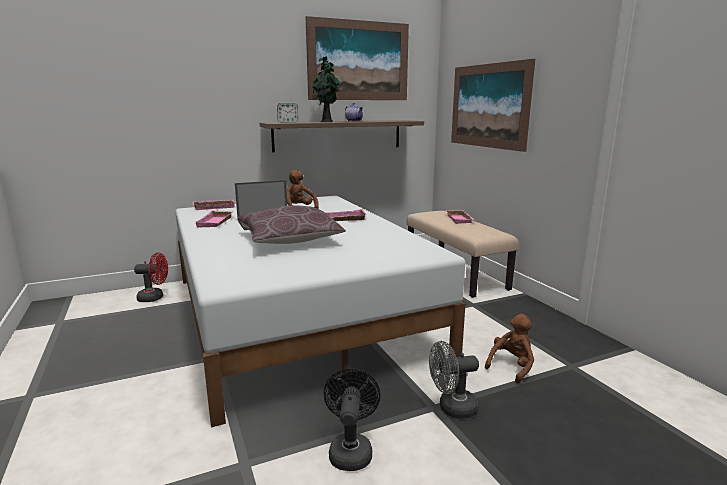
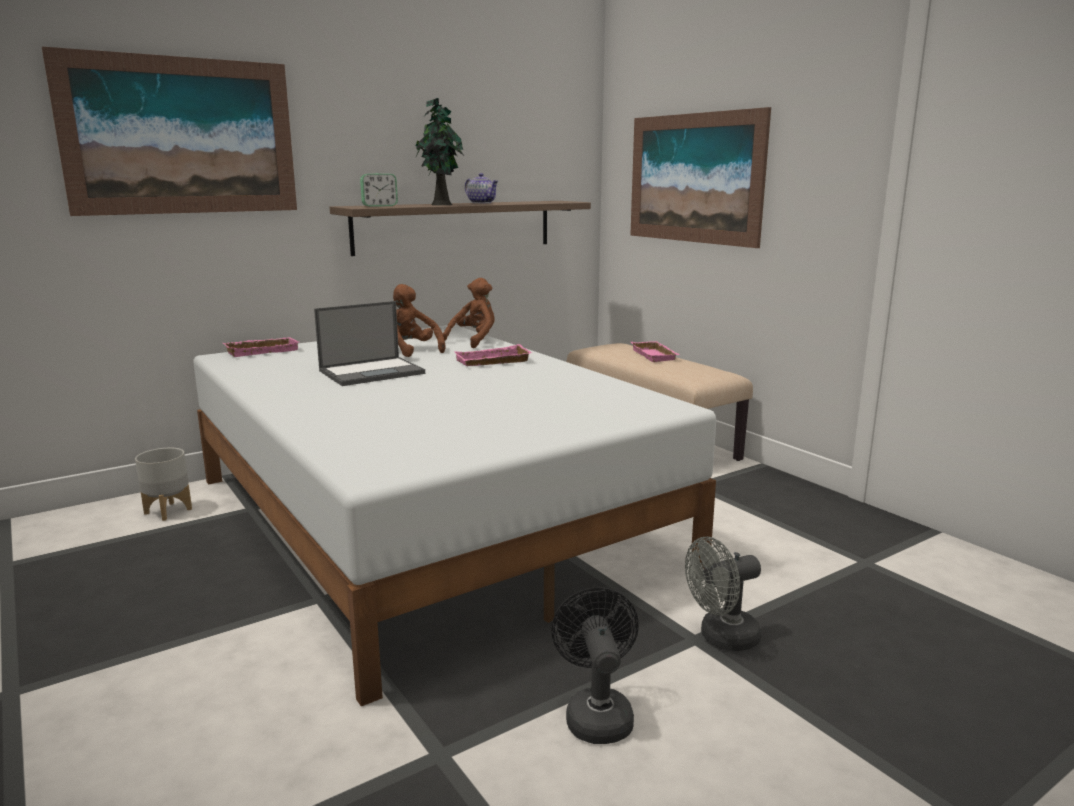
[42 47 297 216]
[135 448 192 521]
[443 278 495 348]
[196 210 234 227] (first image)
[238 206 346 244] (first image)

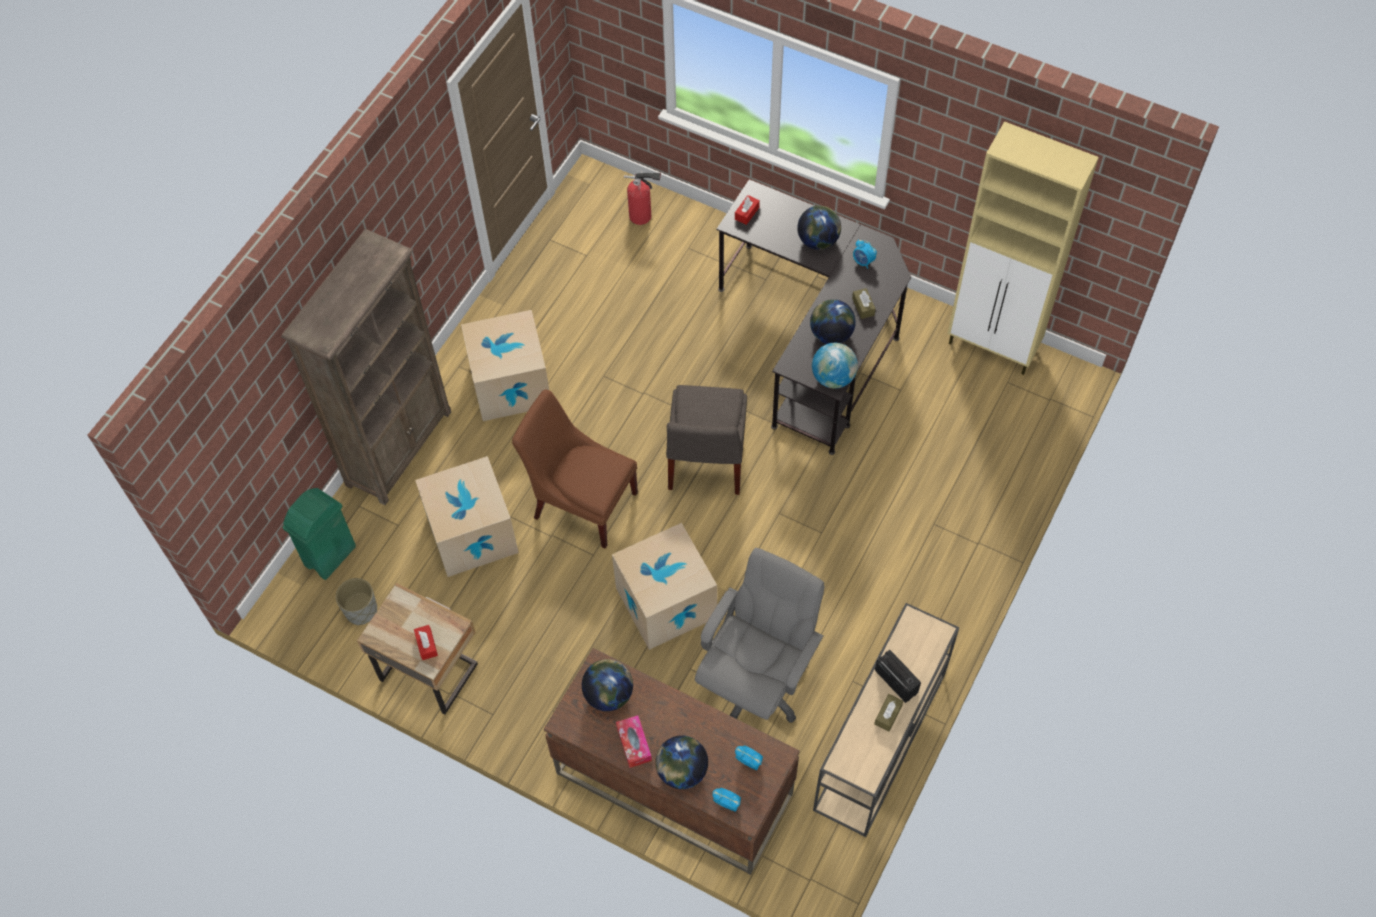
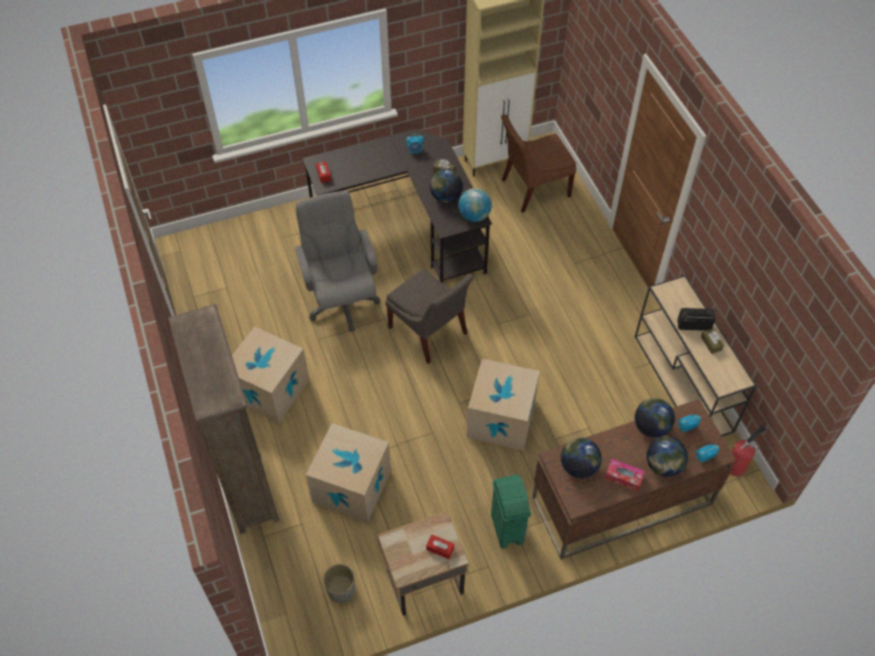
[294 191 380 332]
[491 475 531 549]
[501 114 576 213]
[635 398 675 438]
[730 425 767 476]

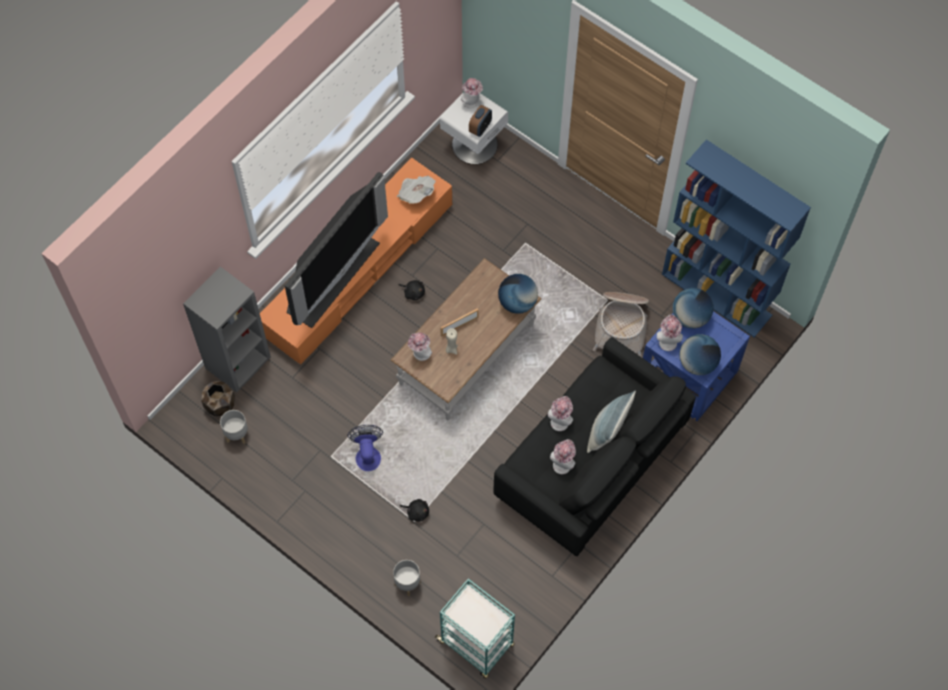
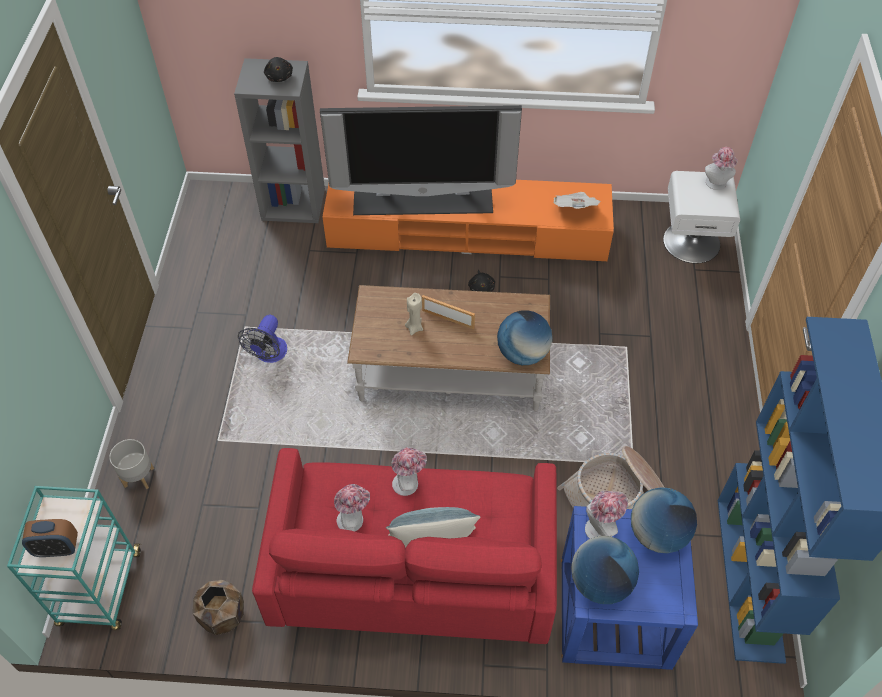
[22 519 78 557]
[193 580 244 635]
[238 315 287 363]
[252 448 557 644]
[264 57 293 82]
[220 410 248 444] (first image)
[408 332 432 361] (first image)

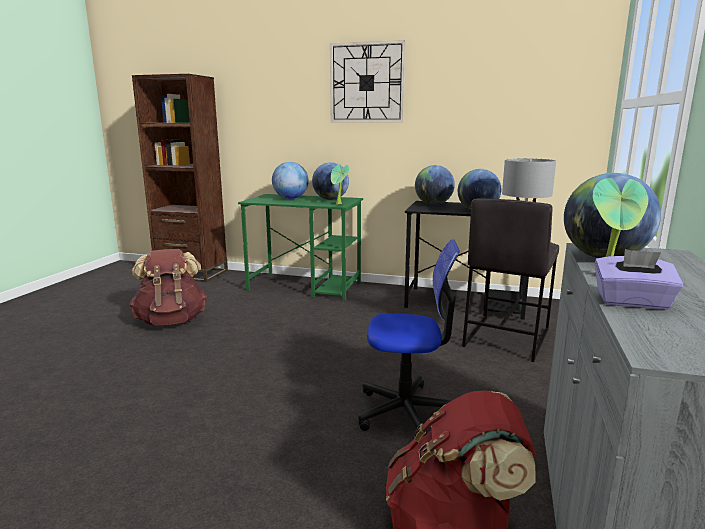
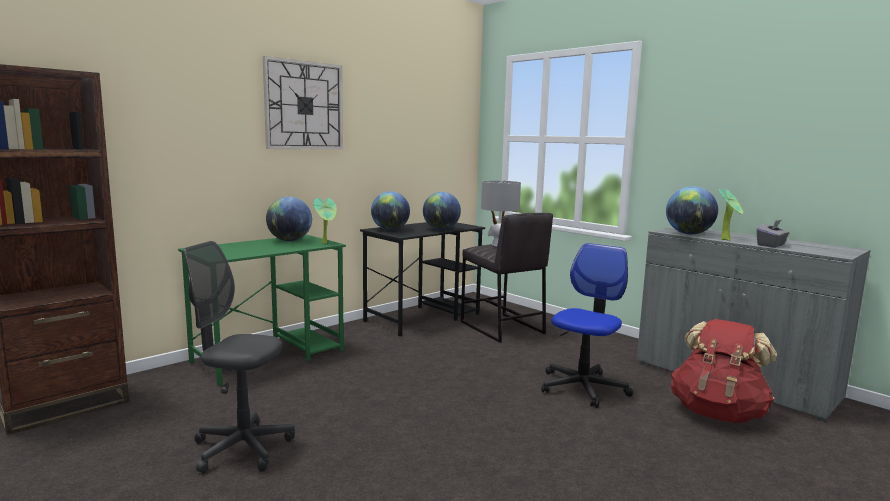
[184 241 295 474]
[757 220 789 248]
[272 162 309 199] (first image)

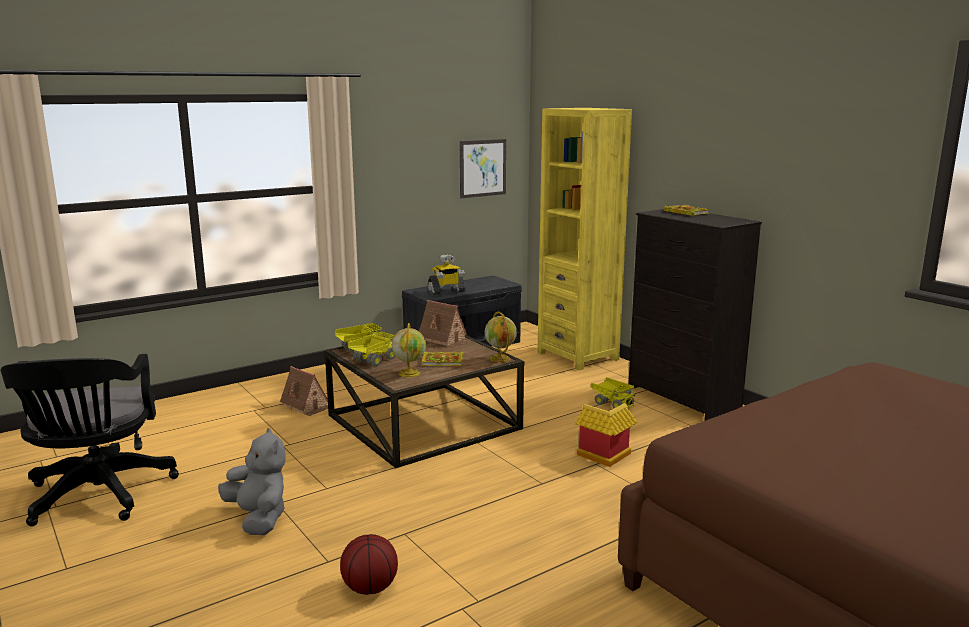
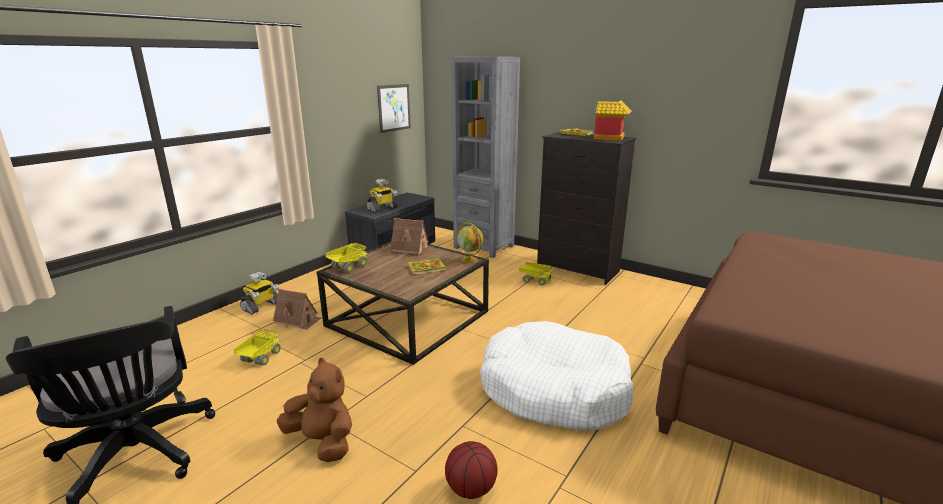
[234 329 281 365]
[240 272 279 314]
[276 358 352 462]
[451 57 520 258]
[480 321 633 431]
[594 100 632 141]
[392 323 426 377] (first image)

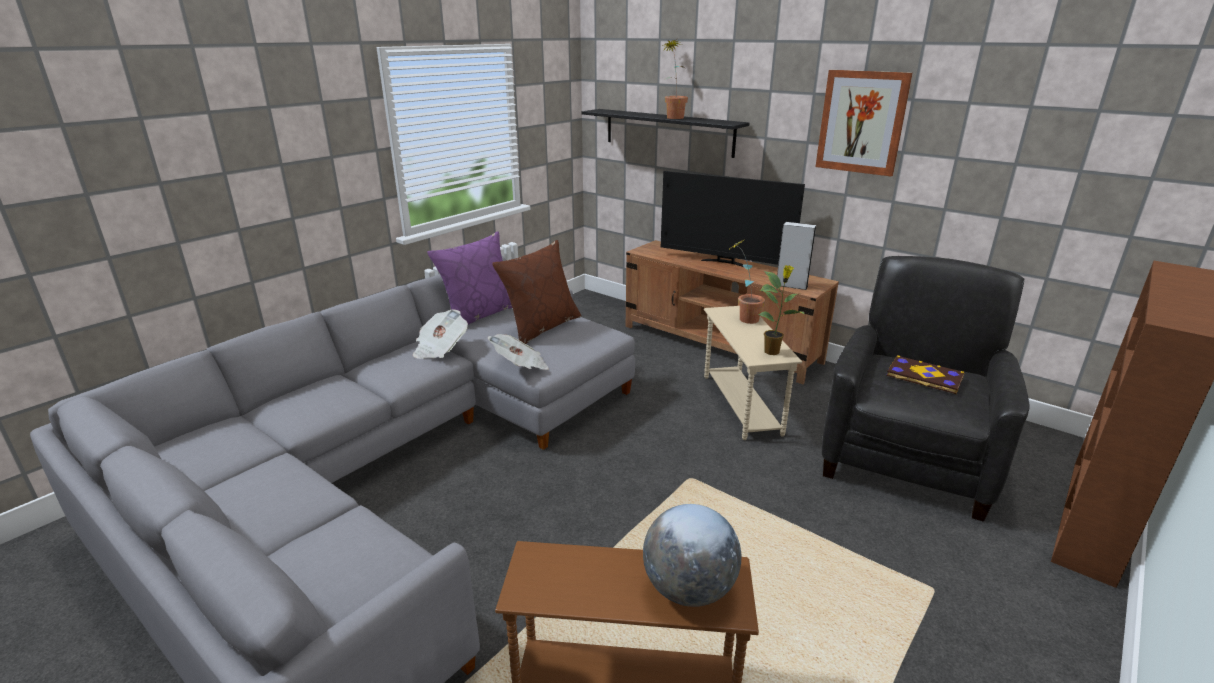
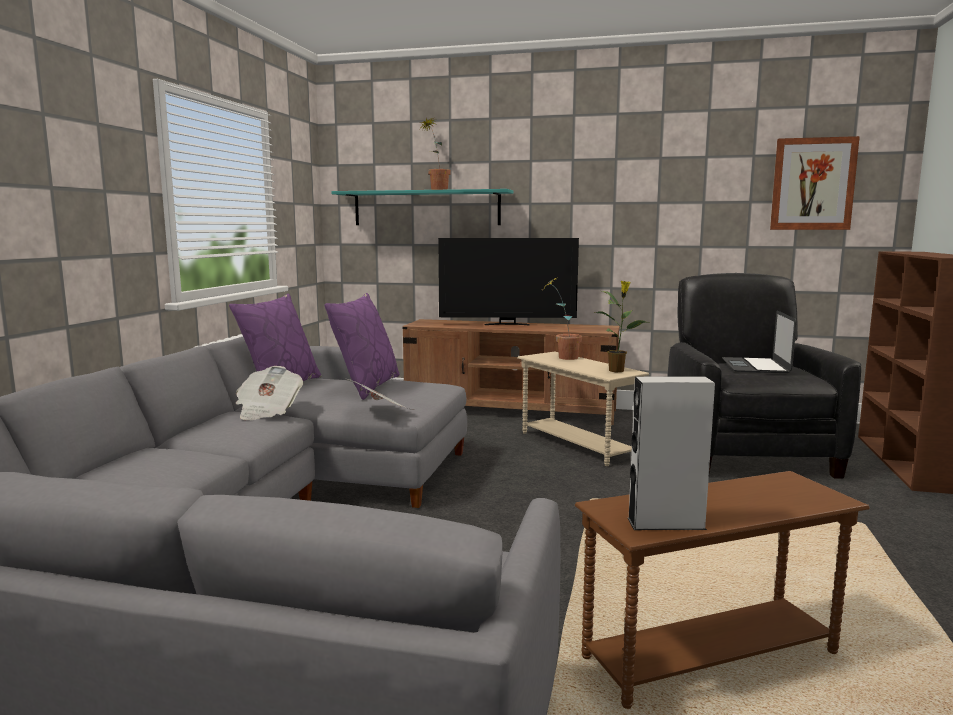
[325 293 400 400]
[332 189 513 225]
[628 376 715 530]
[722 310 797 373]
[770 136 860 230]
[643 504 741 607] (first image)

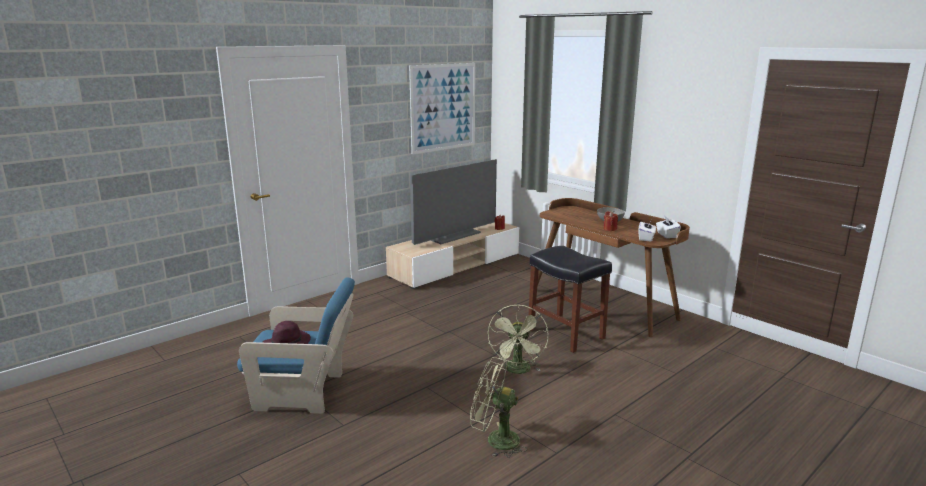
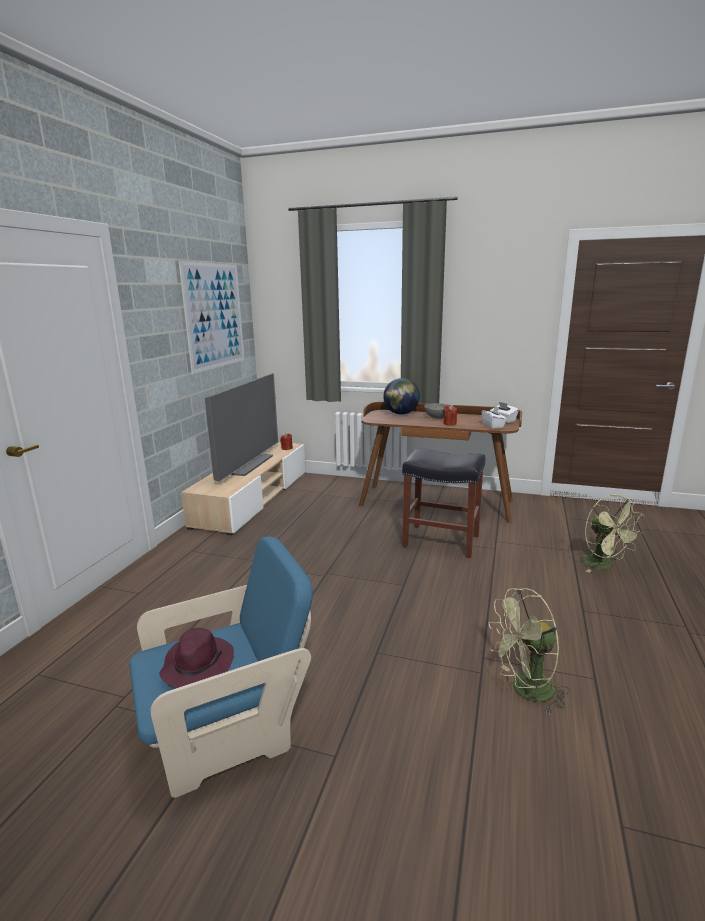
[383 378 420 415]
[582 494 644 573]

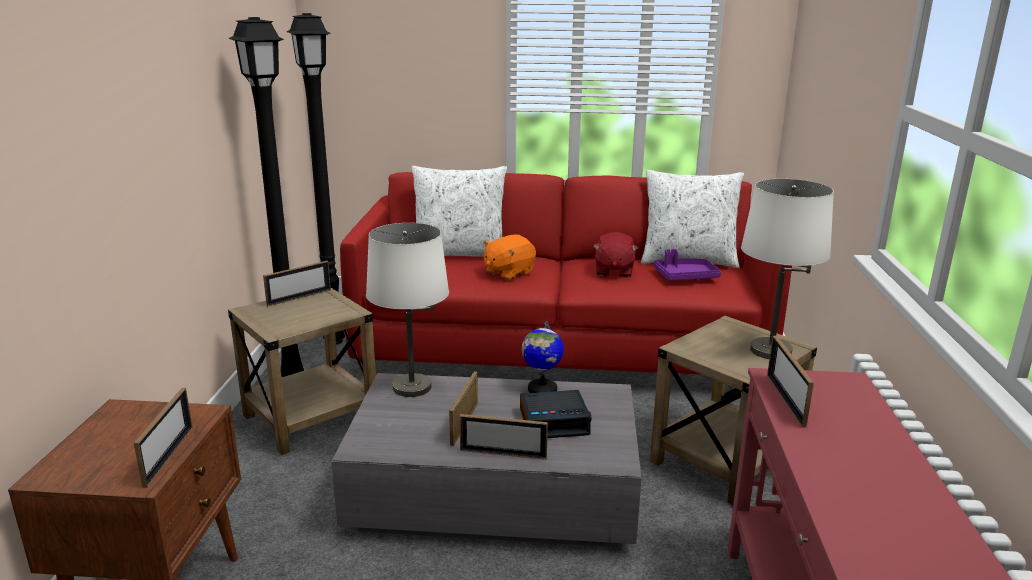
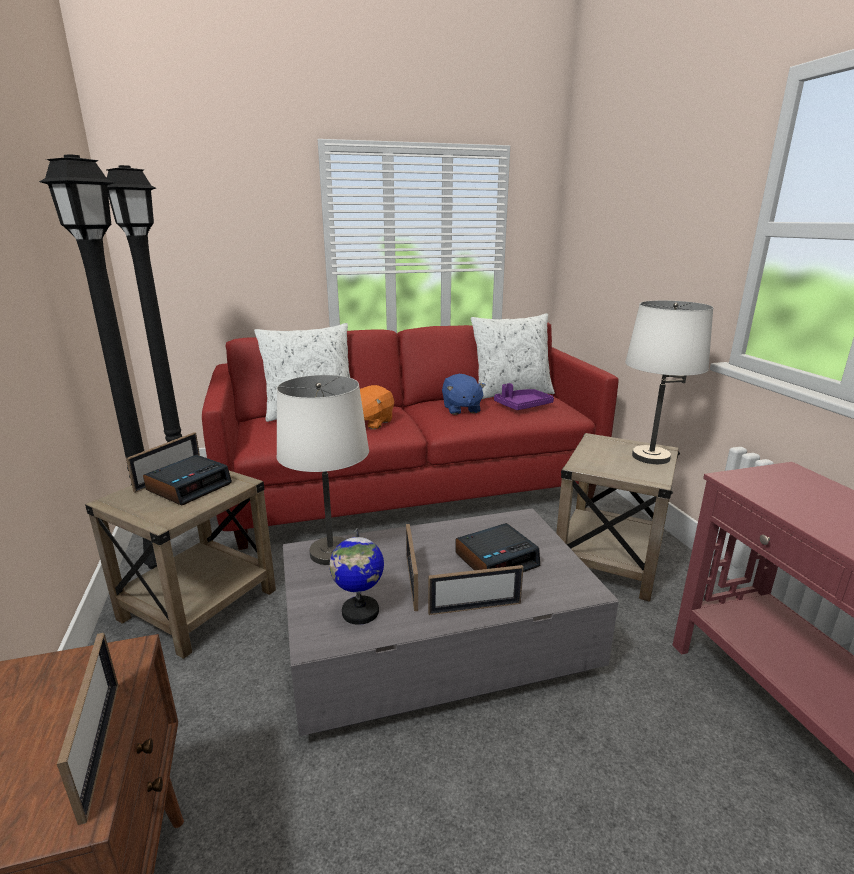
[143 455 232 506]
[330 528 384 625]
[442 374 485 415]
[767 335 814 428] (first image)

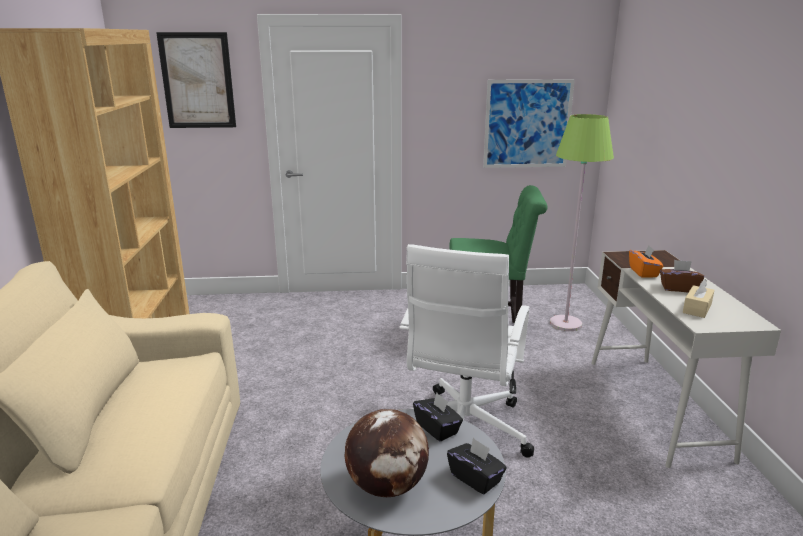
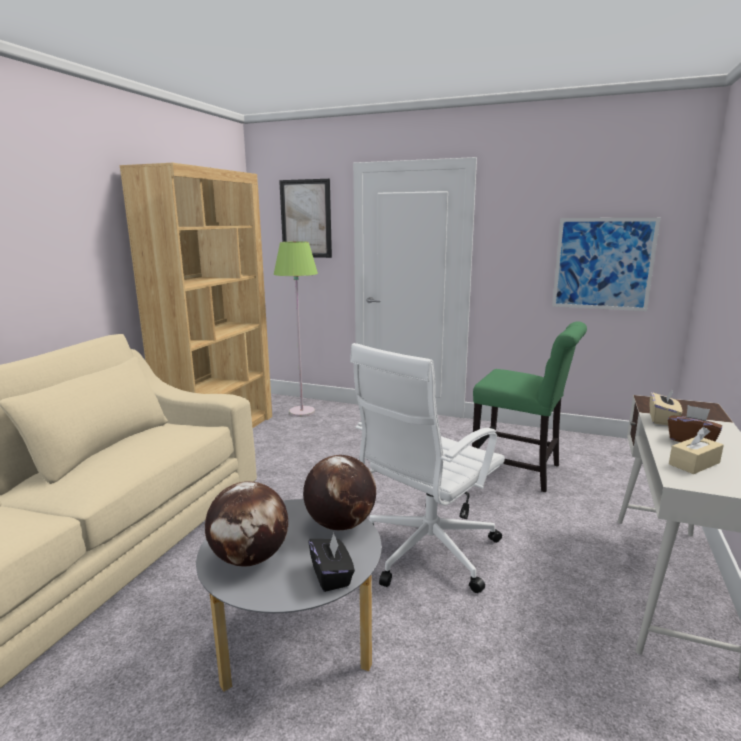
[274 241 318 417]
[303 455 376 530]
[650 390 682 425]

